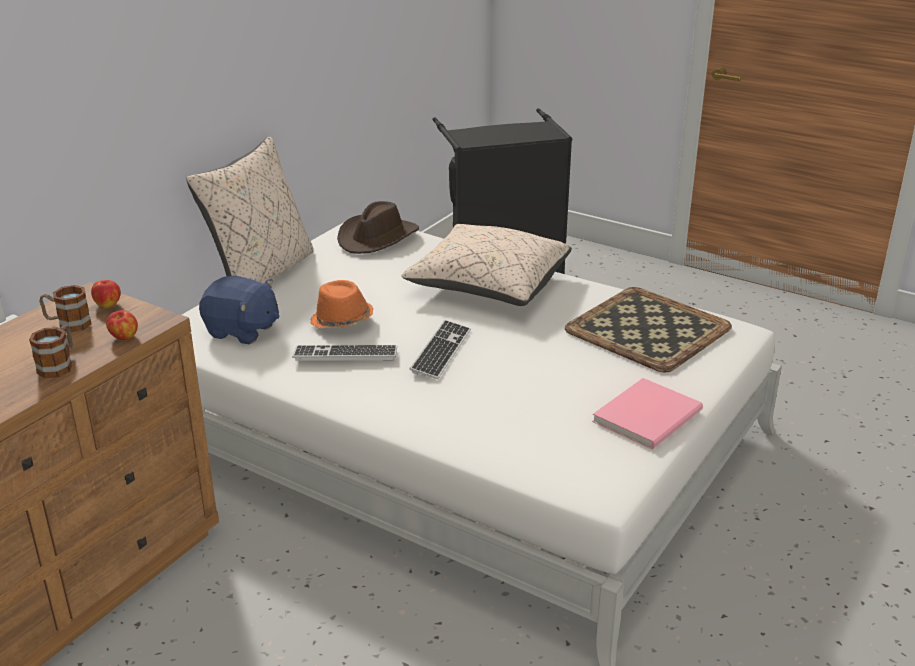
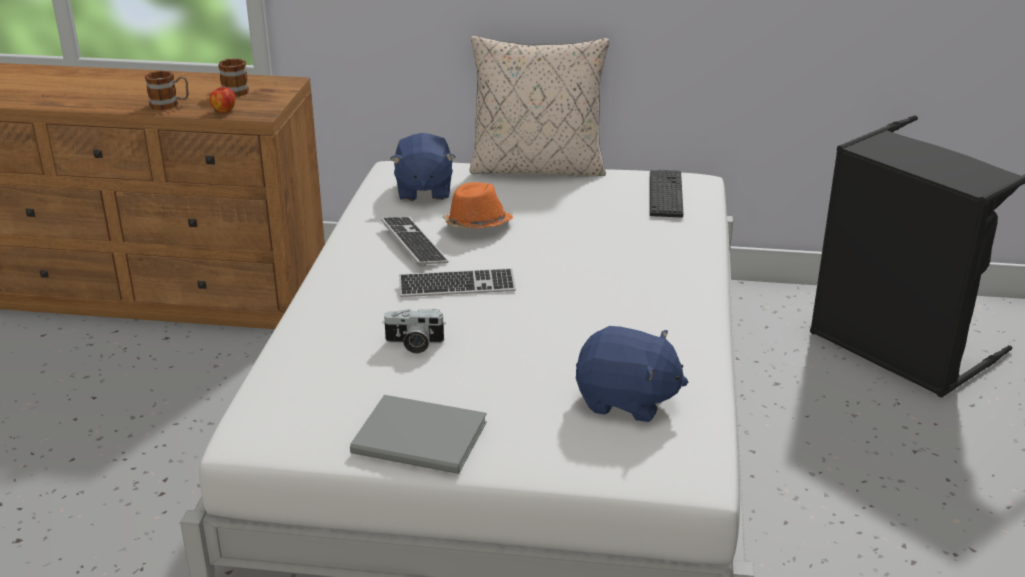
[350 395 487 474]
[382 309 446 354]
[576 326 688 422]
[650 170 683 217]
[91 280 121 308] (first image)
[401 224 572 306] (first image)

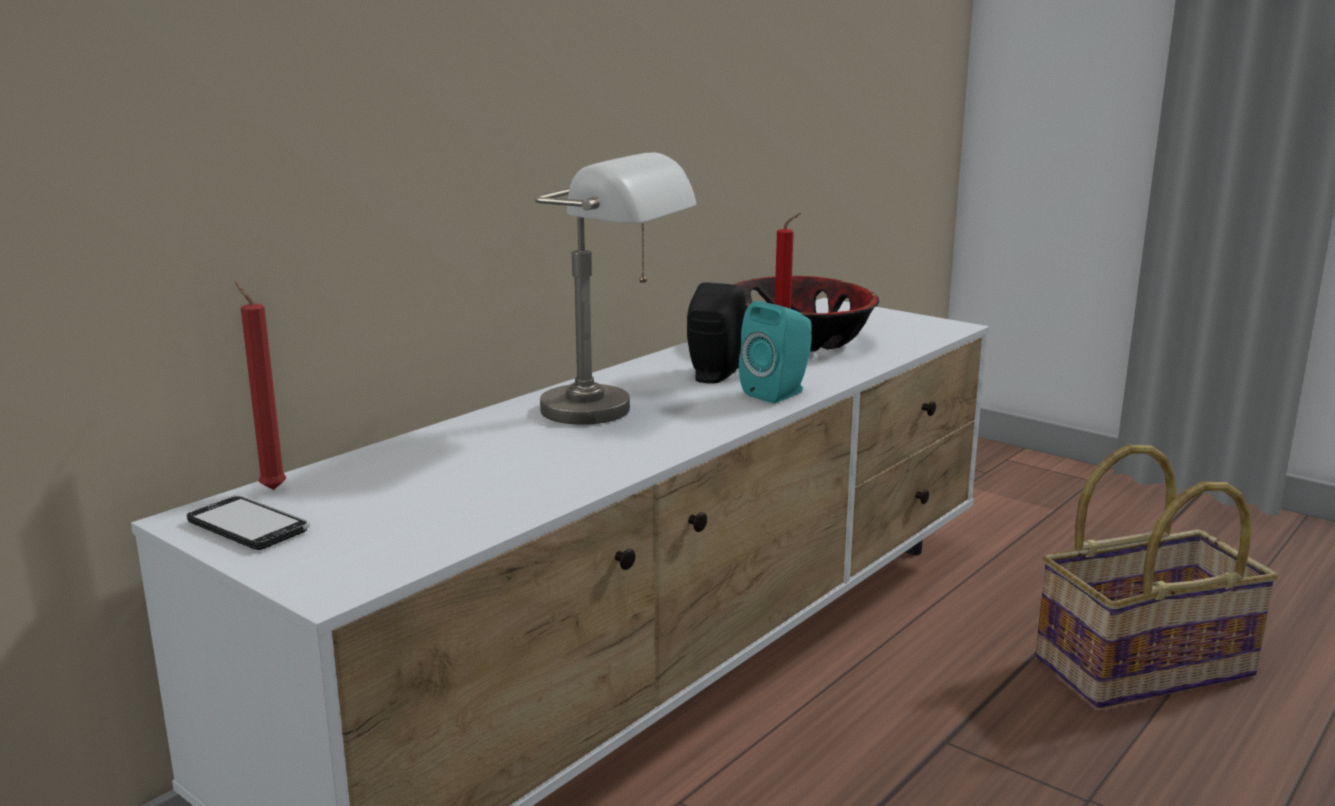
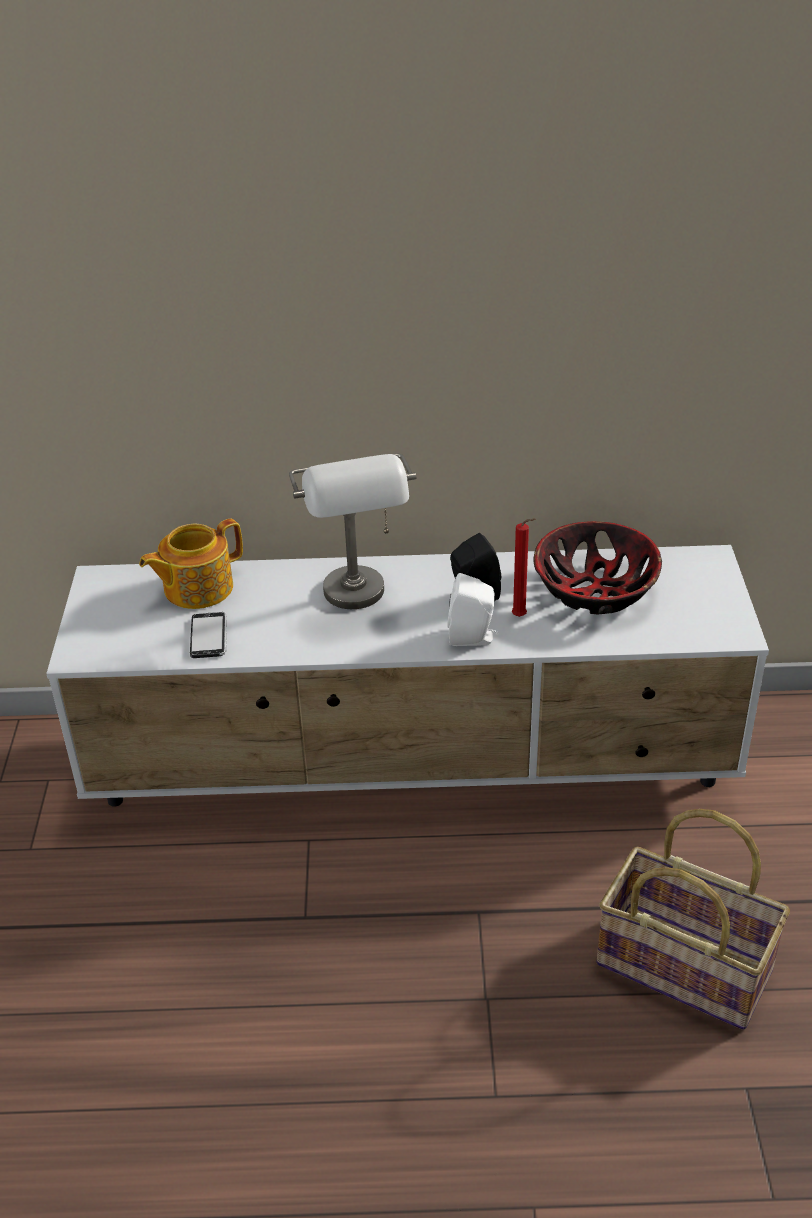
[139 519 243 609]
[190 612 227 658]
[448 573 498 646]
[235 282 286 490] (first image)

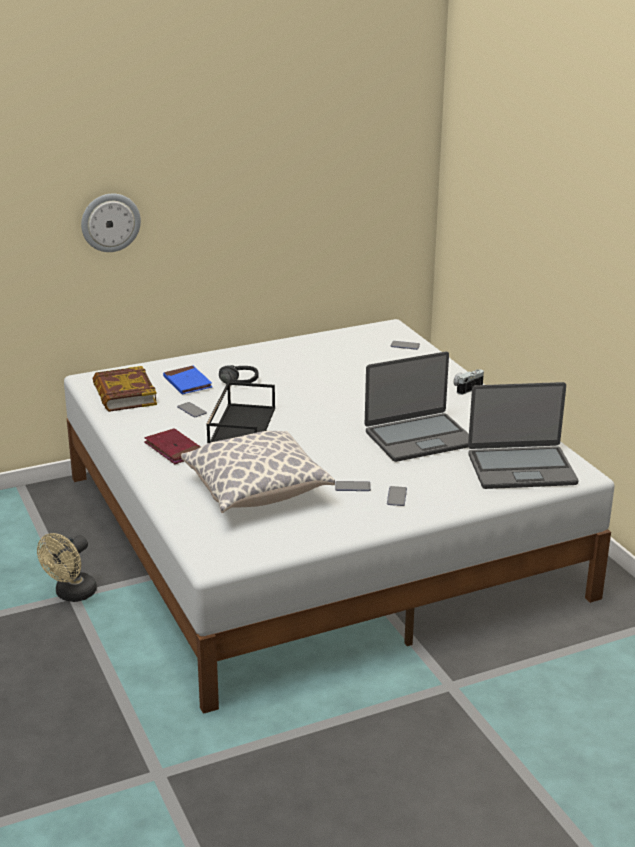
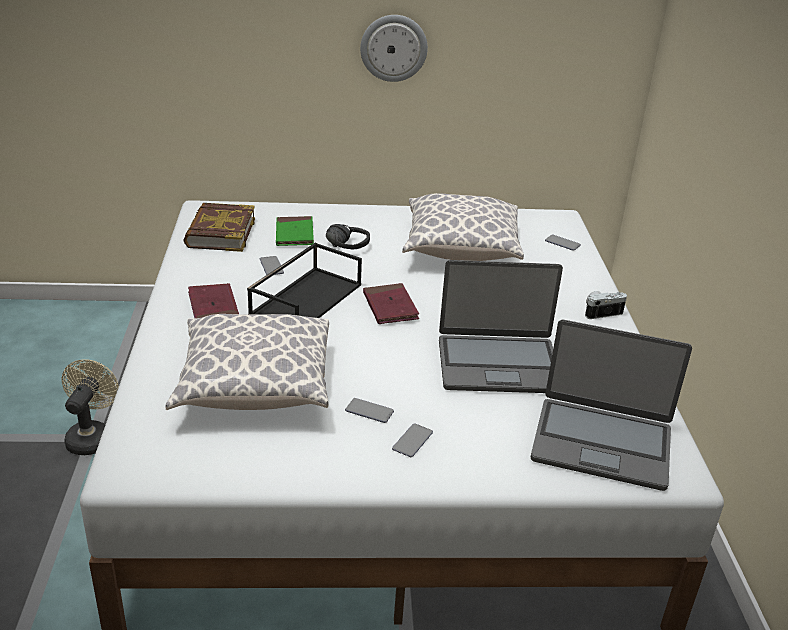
[62 359 119 455]
[276 216 314 246]
[360 15 428 82]
[363 283 419 324]
[402 193 524 261]

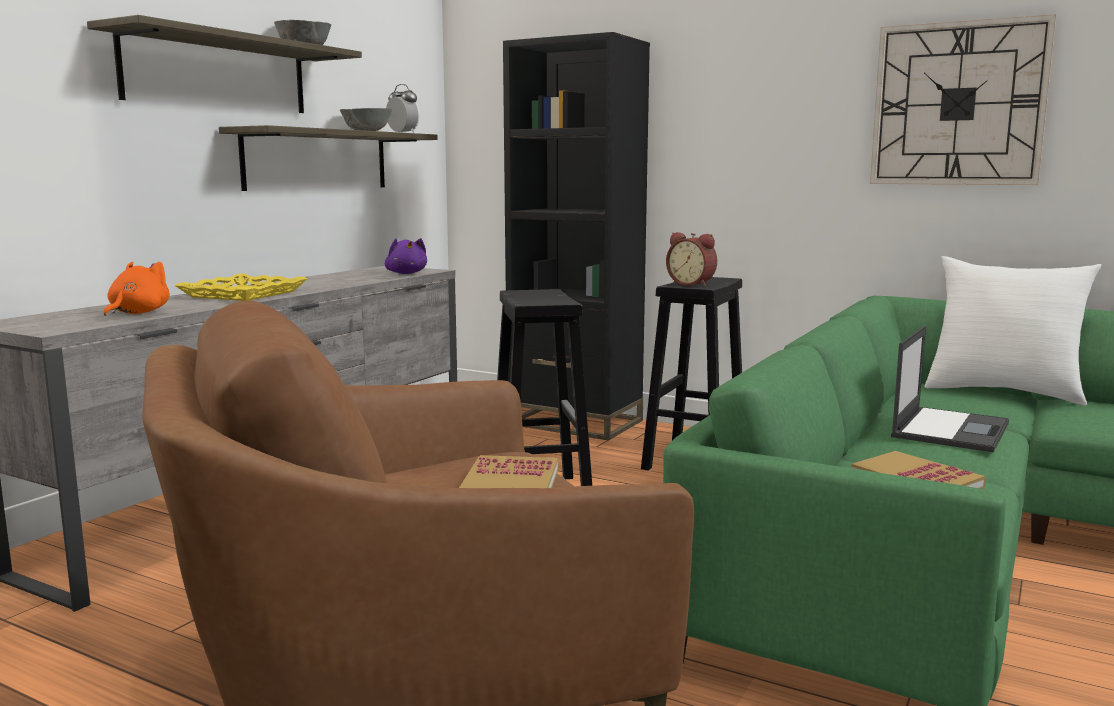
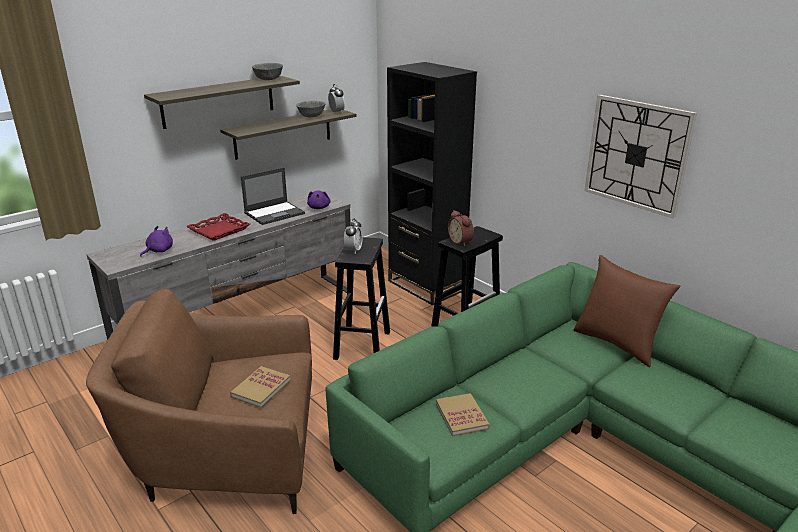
[140 226 173 257]
[186 213 250 241]
[241 168 305 225]
[344 219 363 254]
[573 255 681 367]

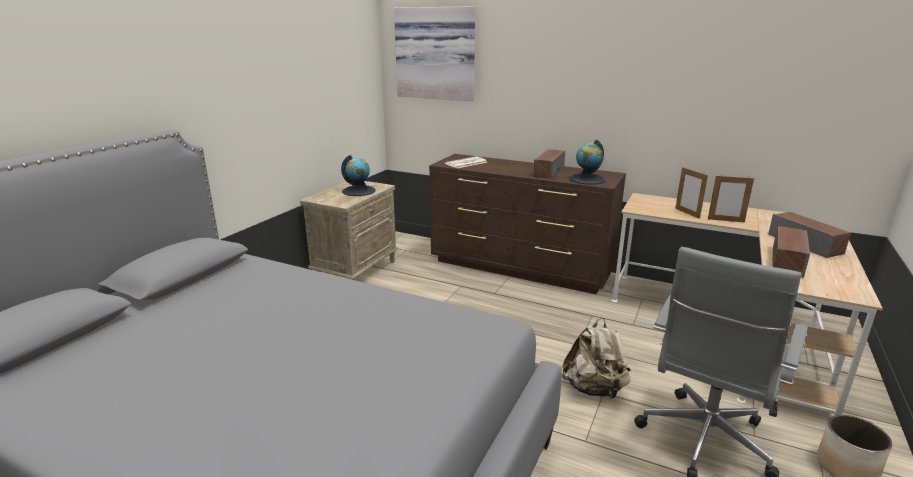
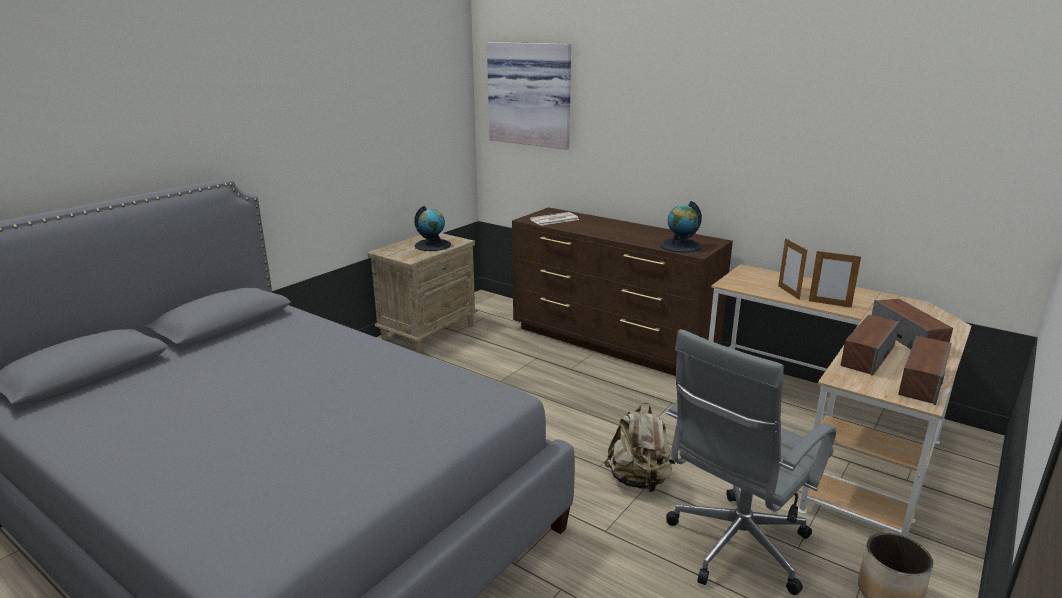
[898 336 952 405]

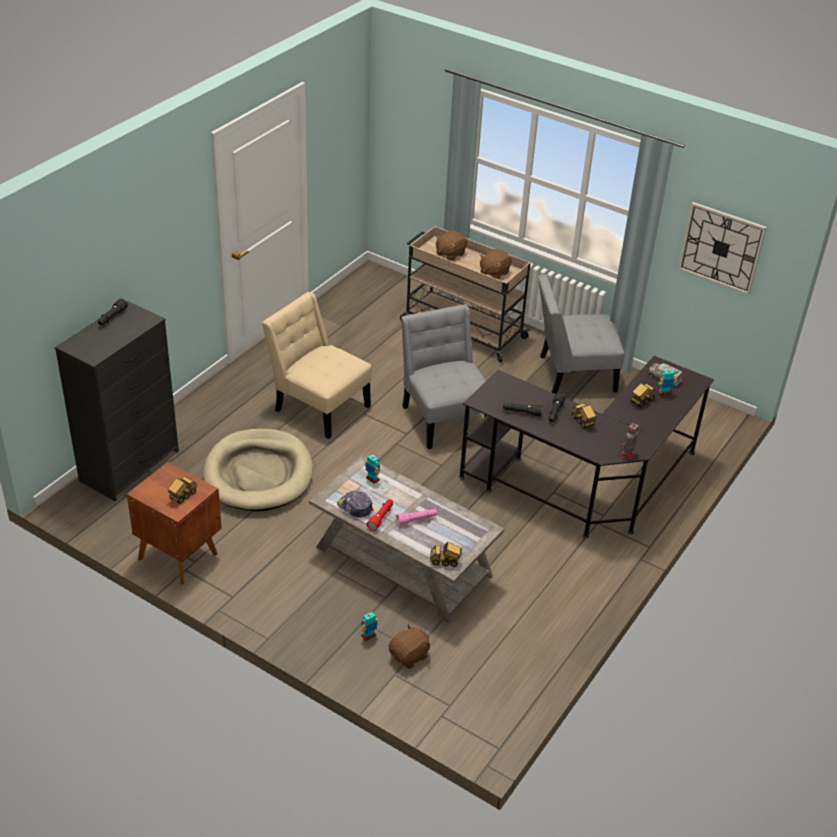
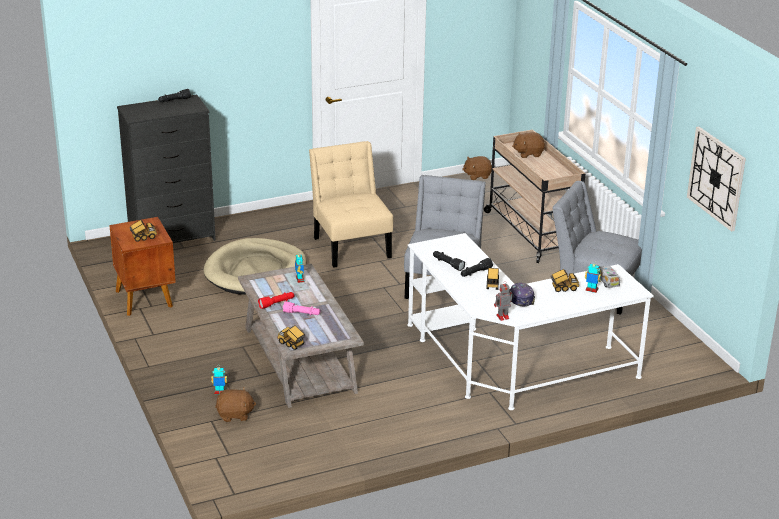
[407 233 654 410]
[462 156 492 180]
[509 283 535 306]

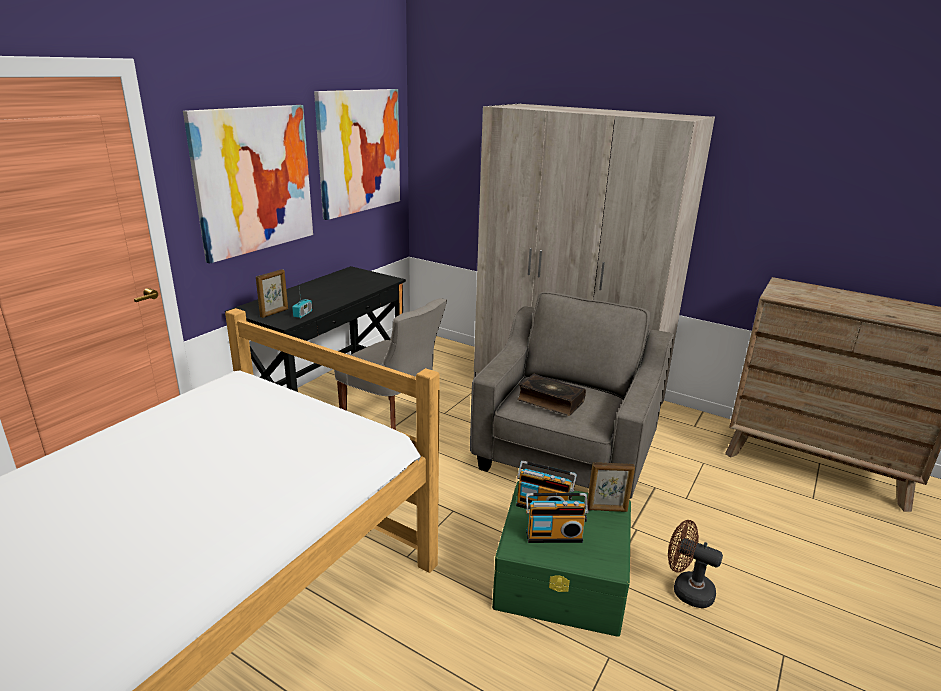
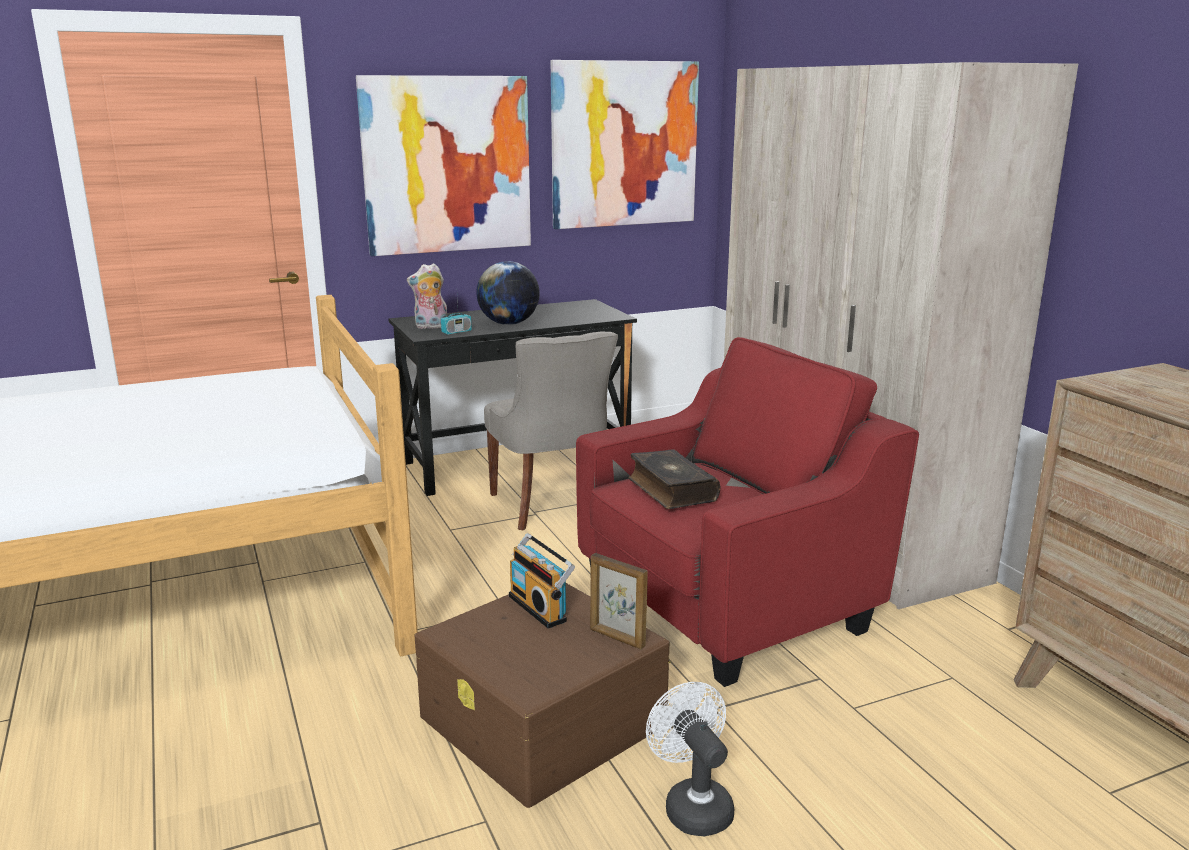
[407 263 447 329]
[414 583 671 808]
[476 261 540 325]
[576 337 919 687]
[646 682 734 836]
[526 493 589 543] (first image)

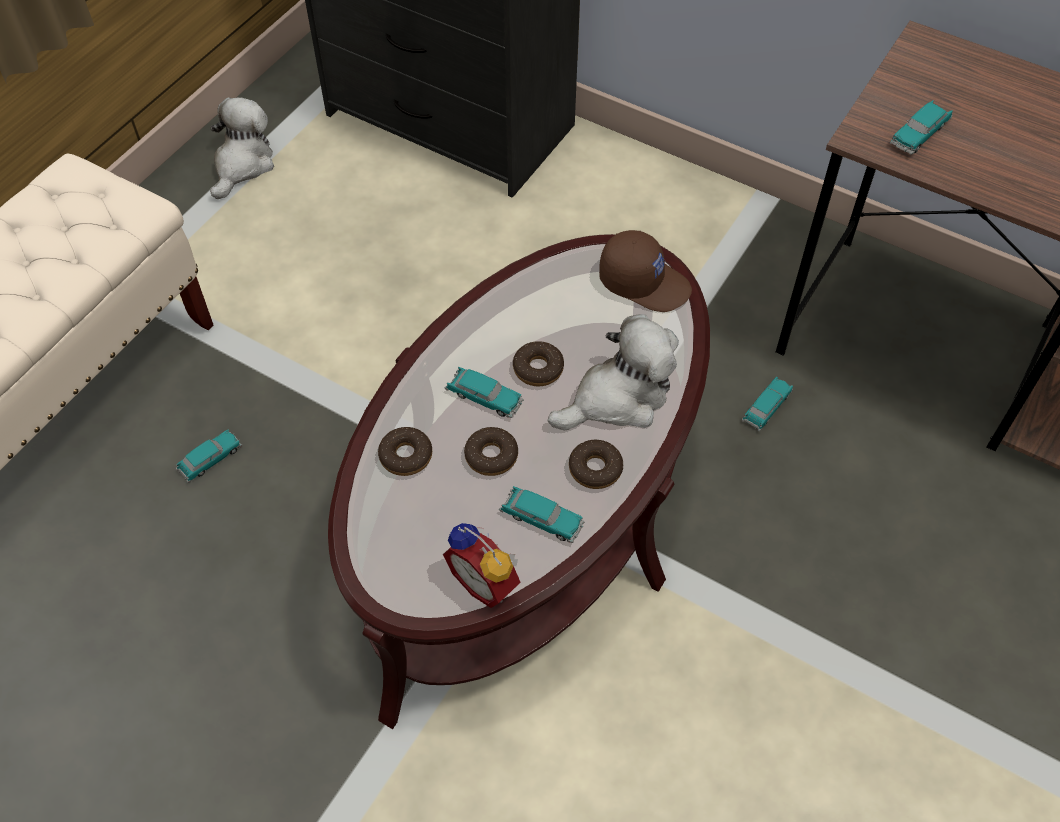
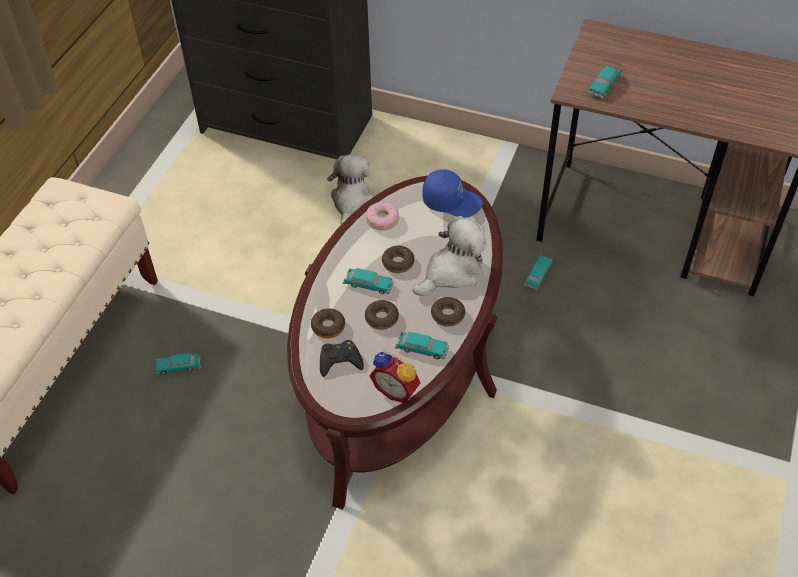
[155 353 202 375]
[320 340 364 377]
[327 154 373 224]
[366 202 399 230]
[422 169 483 218]

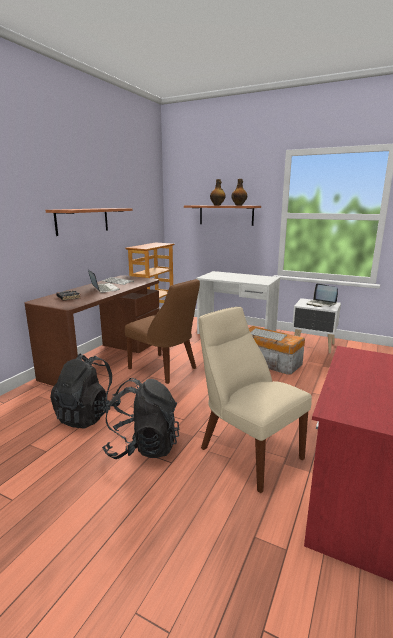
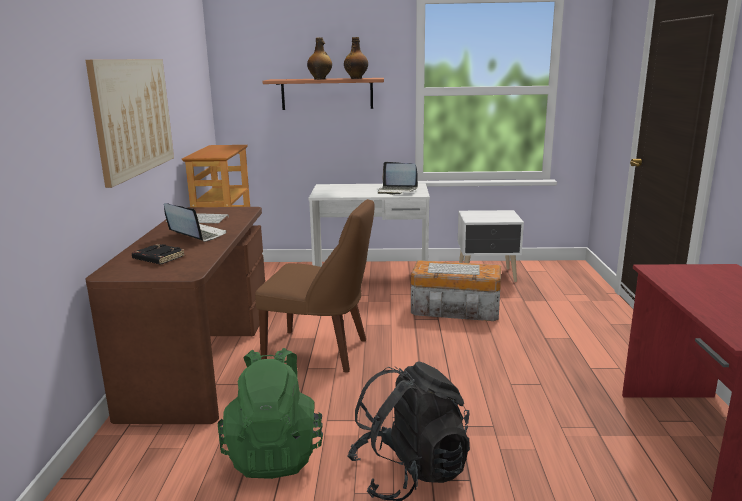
[86 59 174 188]
[218 348 323 479]
[378 162 418 195]
[199 307 312 493] (first image)

